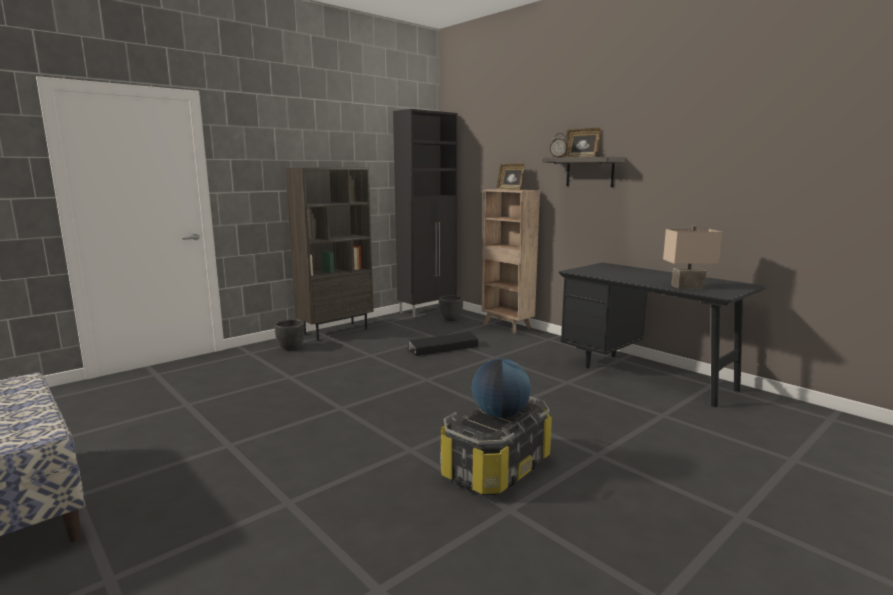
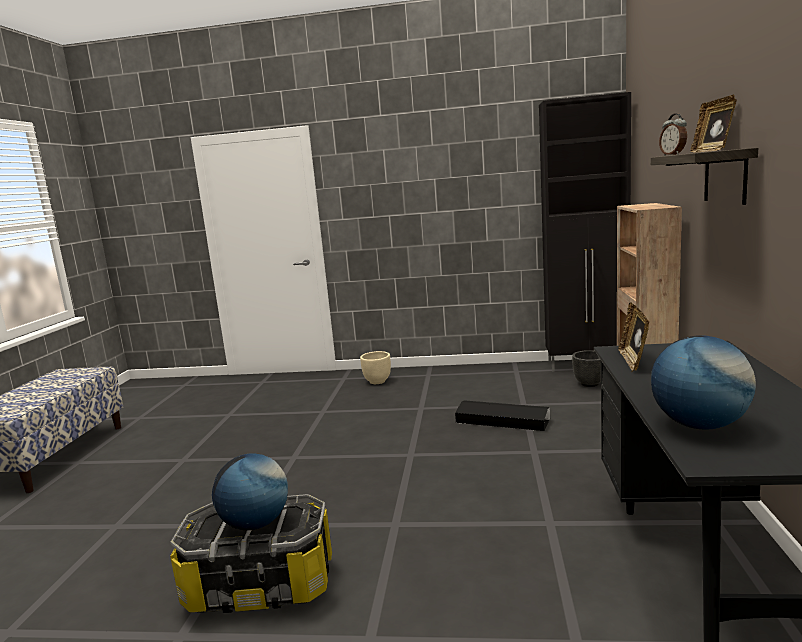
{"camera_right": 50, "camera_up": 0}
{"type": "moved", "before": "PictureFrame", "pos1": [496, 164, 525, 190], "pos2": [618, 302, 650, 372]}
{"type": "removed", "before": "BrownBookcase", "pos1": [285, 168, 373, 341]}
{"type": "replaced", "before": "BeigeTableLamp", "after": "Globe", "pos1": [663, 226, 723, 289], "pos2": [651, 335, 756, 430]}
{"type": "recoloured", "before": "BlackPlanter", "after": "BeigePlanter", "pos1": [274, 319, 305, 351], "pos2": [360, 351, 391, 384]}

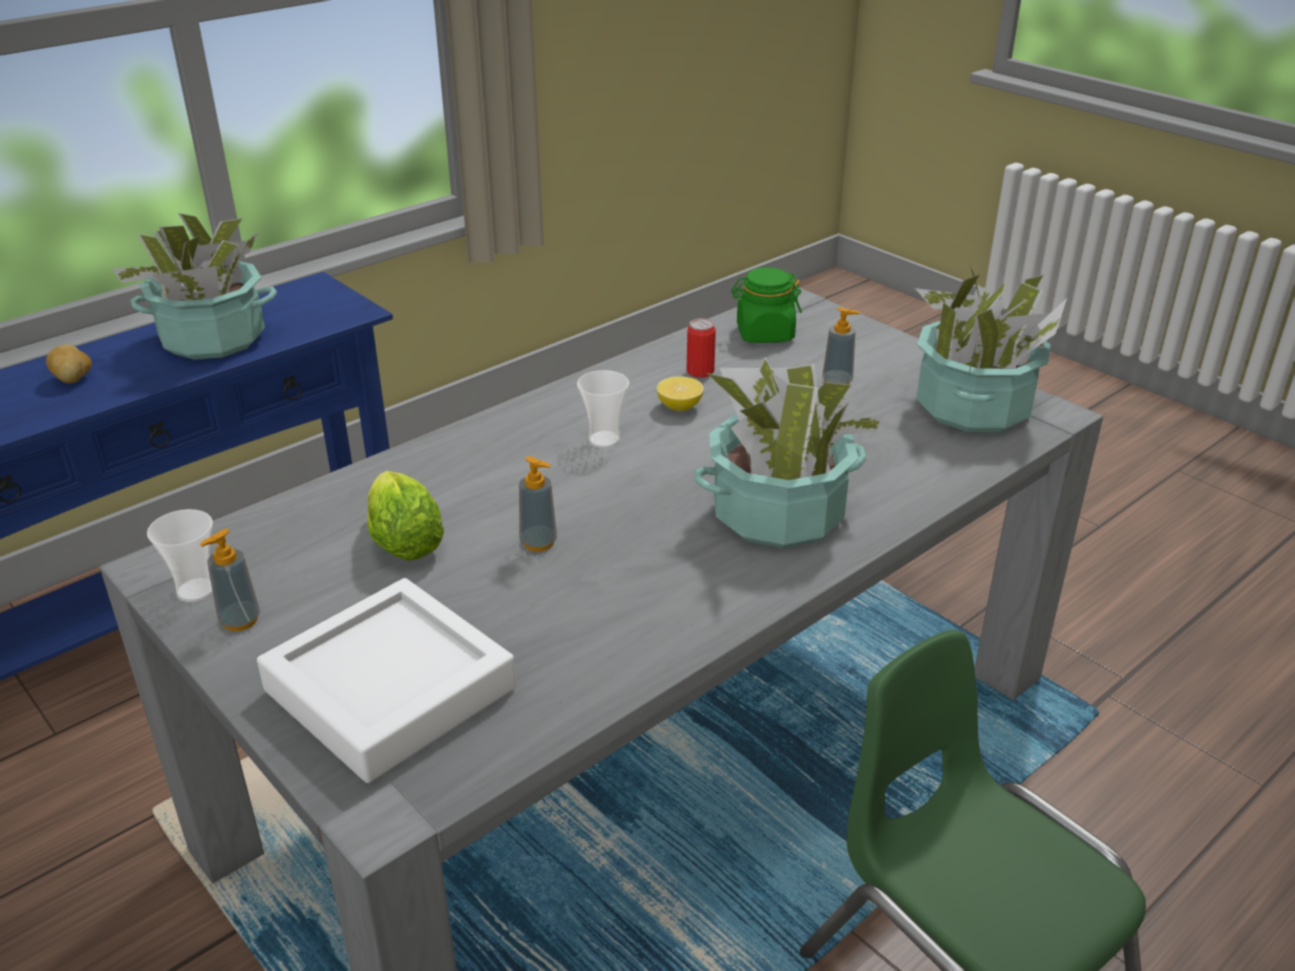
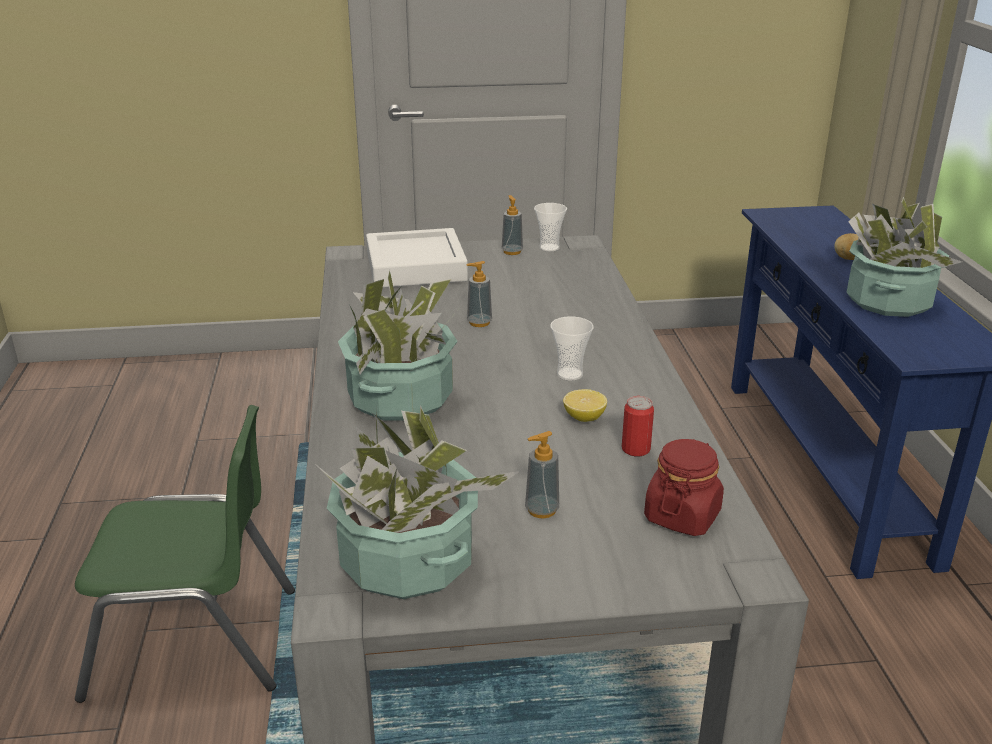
{"camera_right": 125, "camera_up": -5}
{"type": "recoloured", "before": "GreenJar", "after": "RedJar", "pos1": [731, 267, 802, 343], "pos2": [644, 439, 724, 536]}
{"type": "removed", "before": "Lettuce", "pos1": [367, 471, 444, 561]}

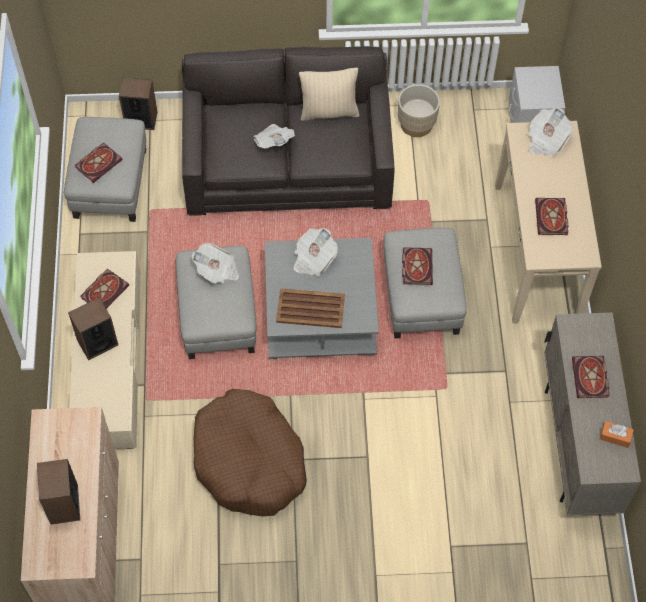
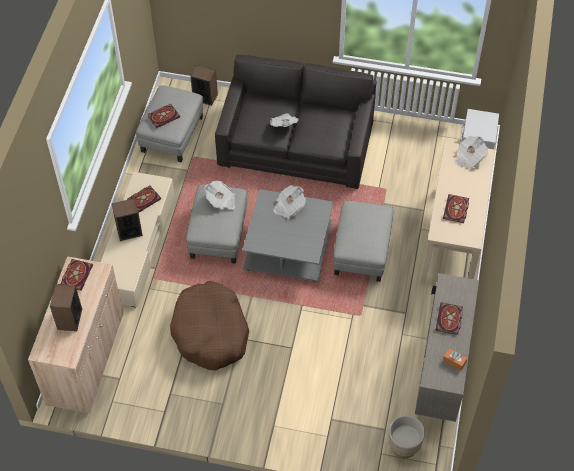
{"camera_right": 15, "camera_up": -5}
{"type": "removed", "before": "BeigePillow", "pos1": [299, 68, 360, 121]}
{"type": "moved", "before": "BeigePlanter", "pos1": [398, 84, 440, 137], "pos2": [388, 415, 425, 458]}
{"type": "moved", "before": "Book", "pos1": [402, 247, 433, 285], "pos2": [60, 259, 93, 291]}
{"type": "removed", "before": "BrownTray", "pos1": [276, 288, 345, 328]}

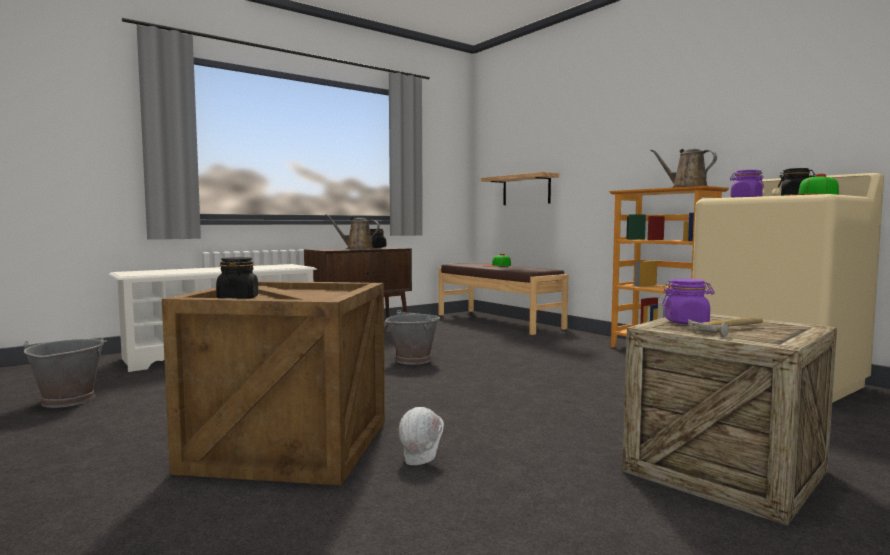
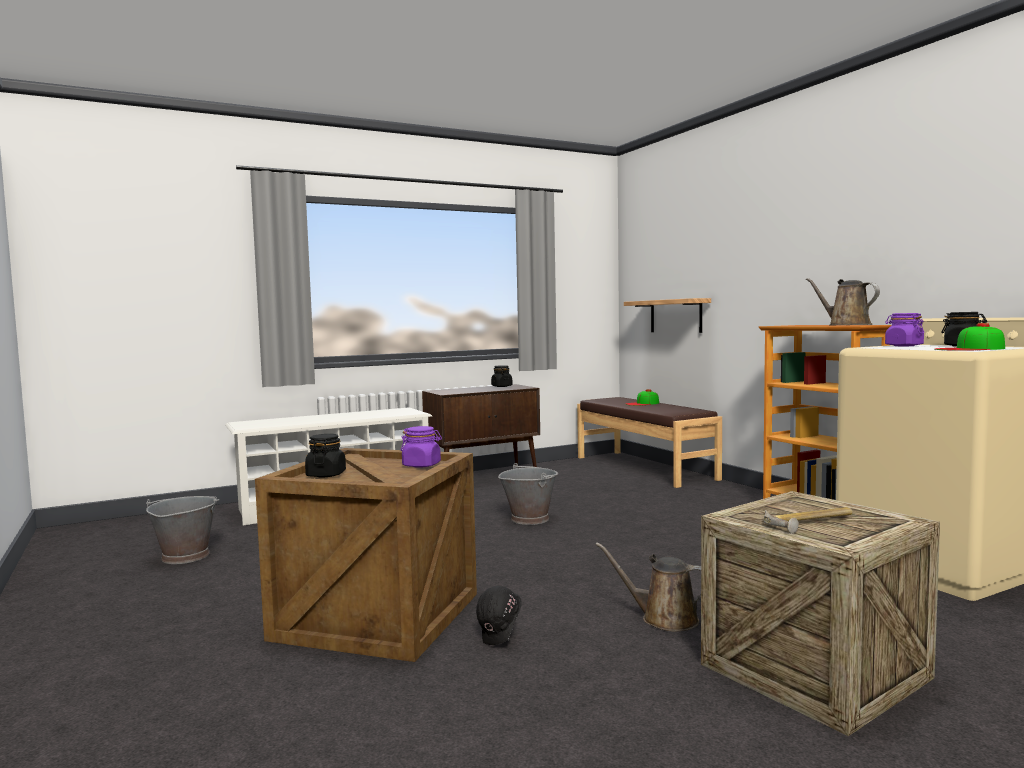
{"camera_right": 10, "camera_up": 0}
{"type": "moved", "before": "BrownWateringCan", "pos1": [325, 214, 380, 249], "pos2": [595, 542, 701, 631]}
{"type": "moved", "before": "PurpleJar", "pos1": [662, 279, 715, 324], "pos2": [401, 426, 442, 468]}
{"type": "recoloured", "before": "WhiteHardHat", "after": "BlackHardHat", "pos1": [399, 407, 444, 465], "pos2": [476, 586, 522, 645]}

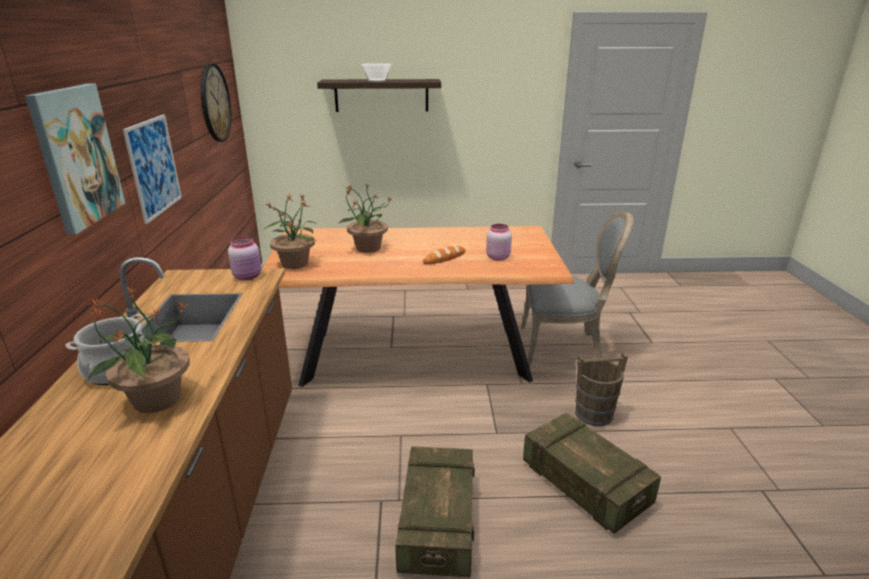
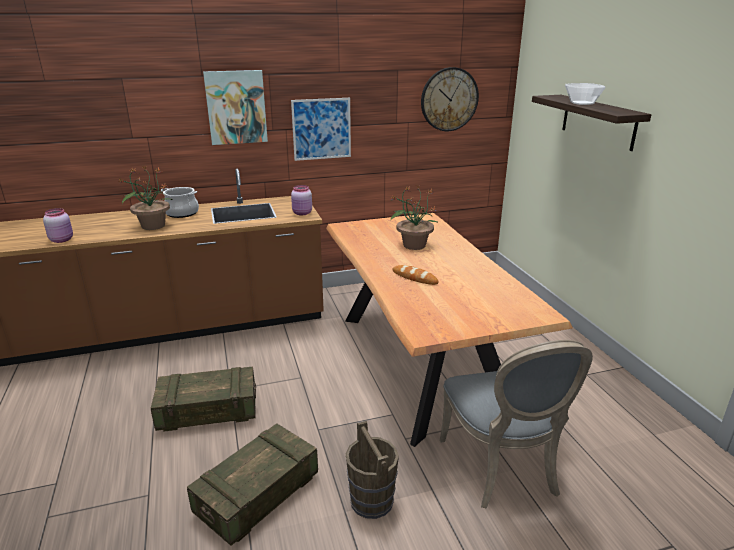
{"camera_right": 75, "camera_up": 0}
{"type": "removed", "before": "PottedPlant", "pos1": [264, 193, 316, 269]}
{"type": "moved", "before": "PinkJar", "pos1": [486, 224, 512, 261], "pos2": [43, 208, 73, 243]}

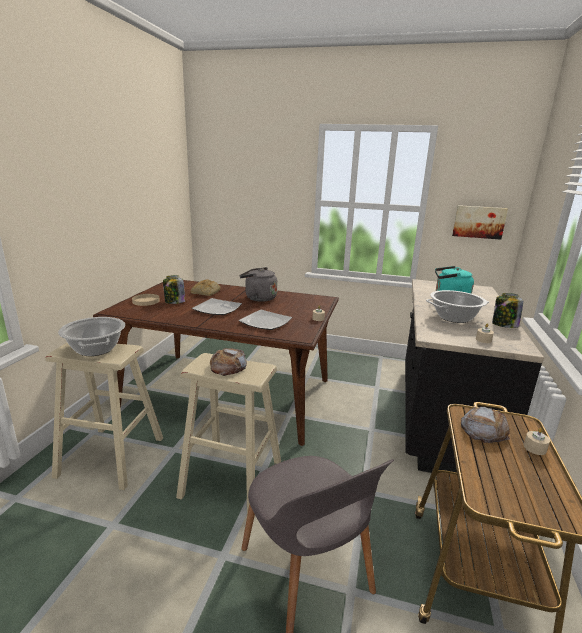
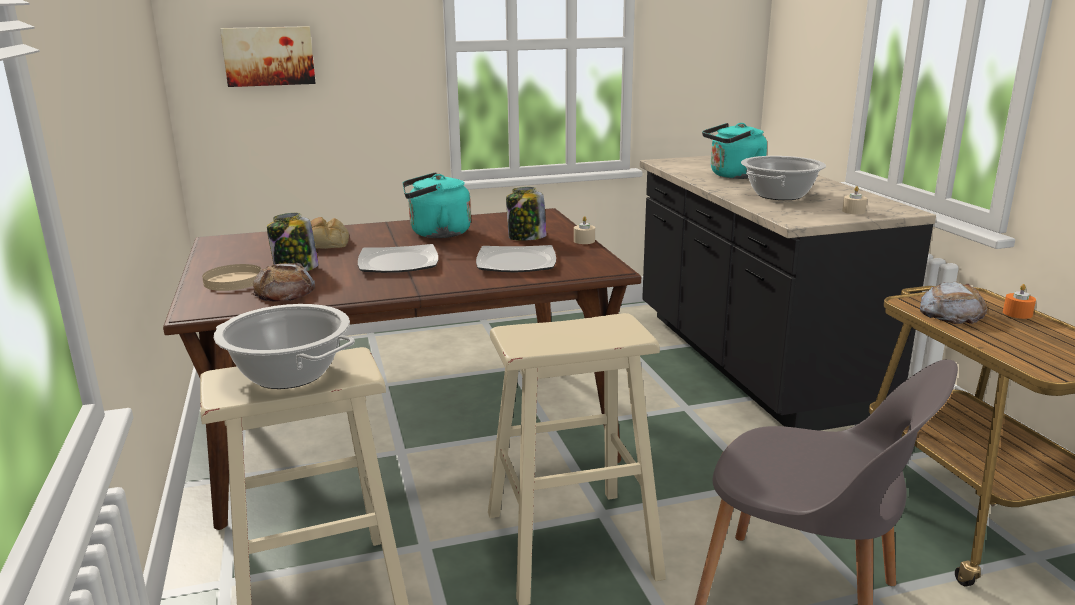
{"camera_right": -30, "camera_up": 0}
{"type": "moved", "before": "Picture", "pos1": [452, 205, 508, 240], "pos2": [220, 26, 316, 87]}
{"type": "recoloured", "before": "GreyKettle", "after": "TurquoiseKettle", "pos1": [240, 267, 277, 302], "pos2": [402, 172, 471, 238]}
{"type": "moved", "before": "Jar", "pos1": [492, 293, 523, 328], "pos2": [506, 187, 547, 241]}
{"type": "moved", "before": "Bread", "pos1": [210, 348, 247, 376], "pos2": [251, 263, 315, 302]}
{"type": "recoloured", "before": "BeigeCandle", "after": "OrangeCandle", "pos1": [524, 428, 550, 455], "pos2": [1003, 284, 1036, 319]}

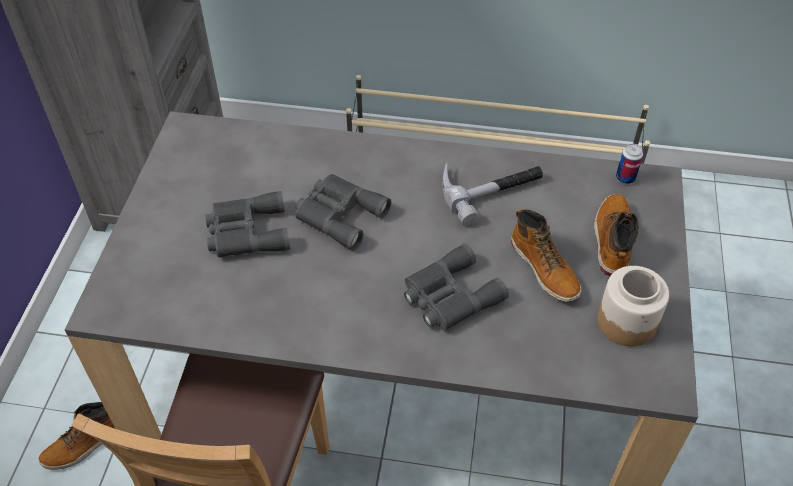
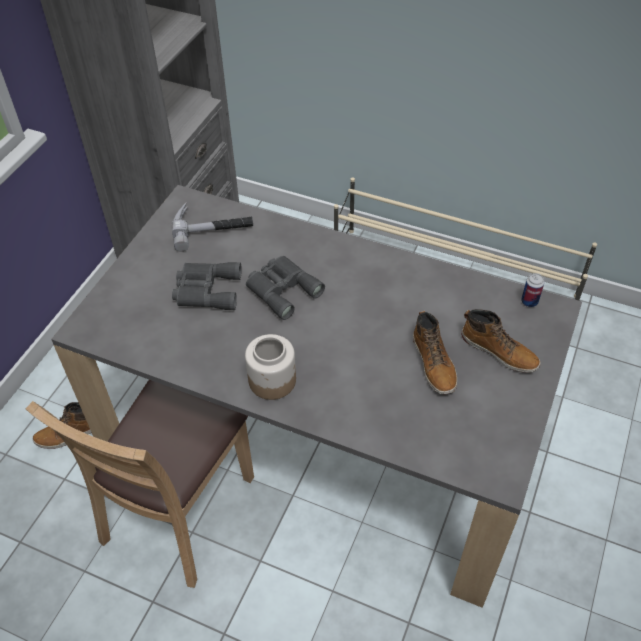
{"camera_right": 15, "camera_up": 0}
{"type": "moved", "before": "Hammer", "pos1": [442, 162, 543, 226], "pos2": [172, 202, 253, 252]}
{"type": "turned", "before": "Boot", "pos1": [594, 194, 639, 276], "pos2": [461, 309, 541, 373], "turn": 105}
{"type": "removed", "before": "GreyBinoculars", "pos1": [404, 244, 509, 331]}
{"type": "moved", "before": "Jar", "pos1": [598, 266, 669, 347], "pos2": [245, 334, 296, 400]}

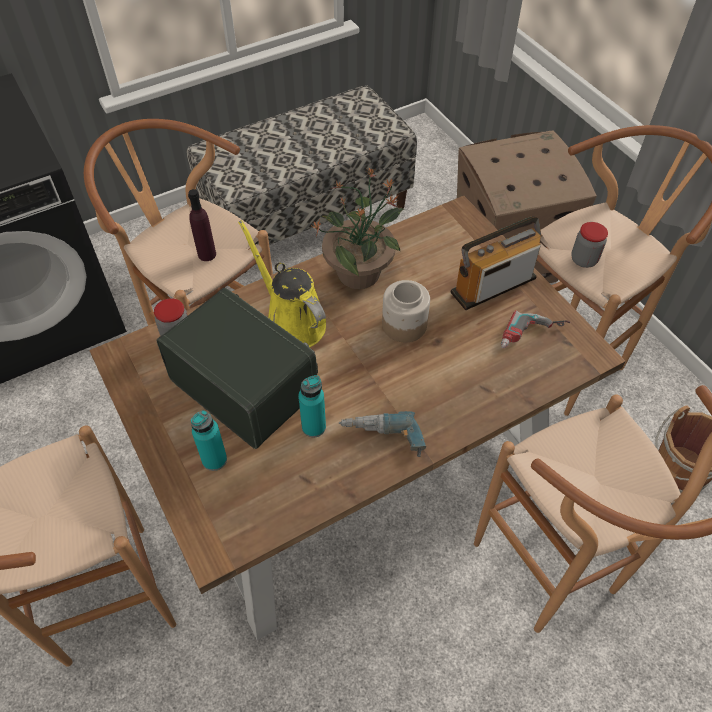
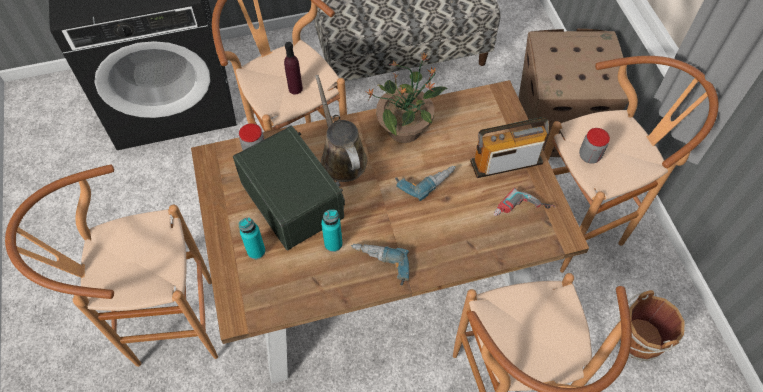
{"camera_right": 15, "camera_up": 5}
{"type": "recoloured", "before": "YellowWateringCan", "after": "BrownWateringCan", "pos1": [238, 220, 326, 347], "pos2": [315, 75, 367, 182]}
{"type": "replaced", "before": "Jar", "after": "PowerDrill", "pos1": [382, 280, 430, 342], "pos2": [395, 166, 456, 201]}

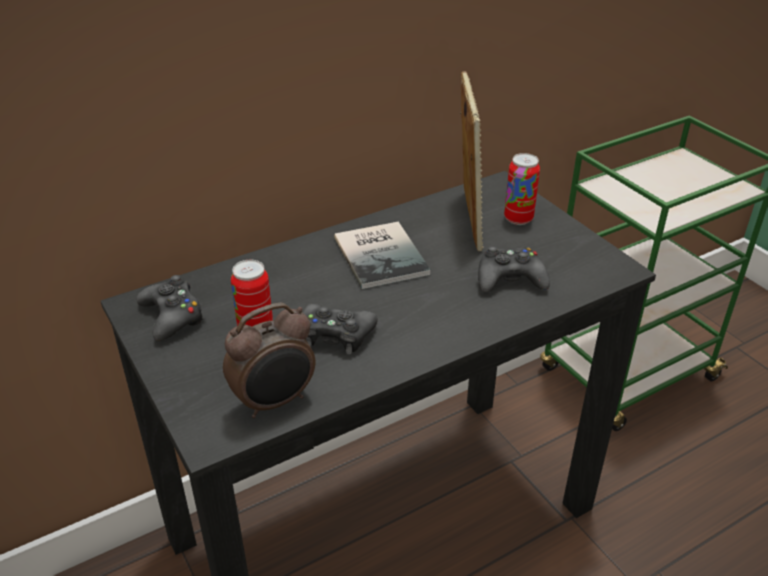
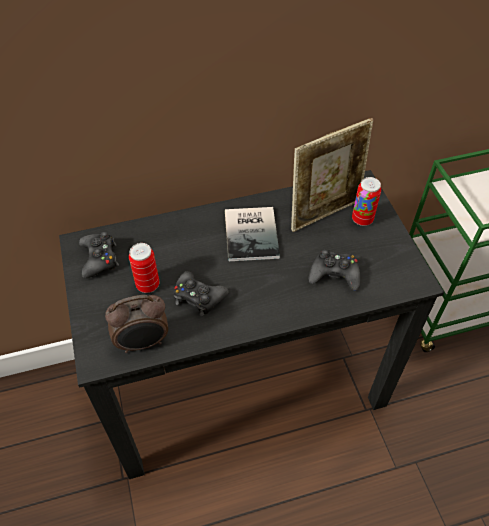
{"camera_right": 15, "camera_up": 15}
{"type": "turned", "before": "PictureFrame", "pos1": [460, 71, 483, 251], "pos2": [291, 118, 373, 232], "turn": 45}

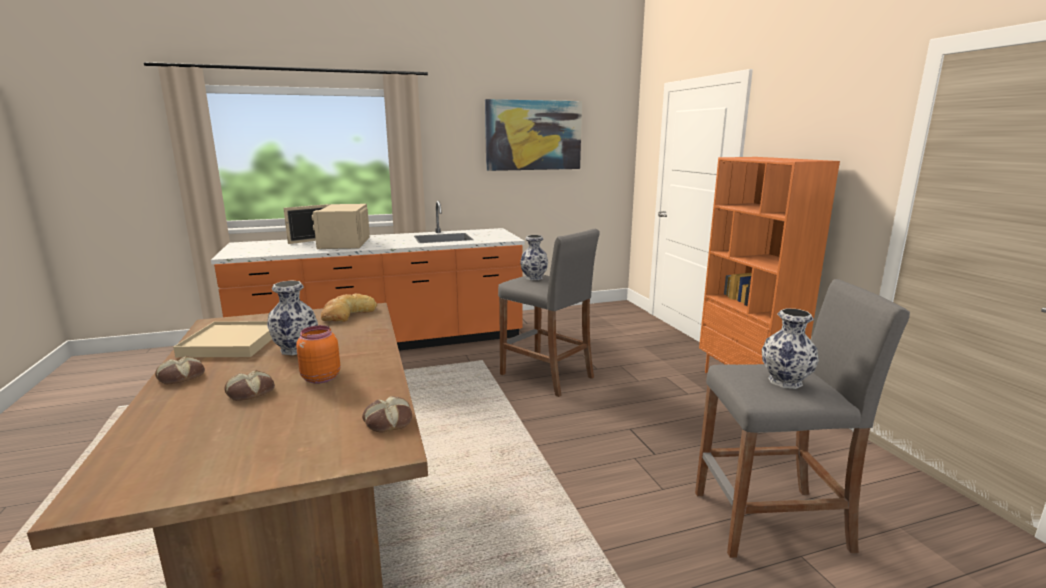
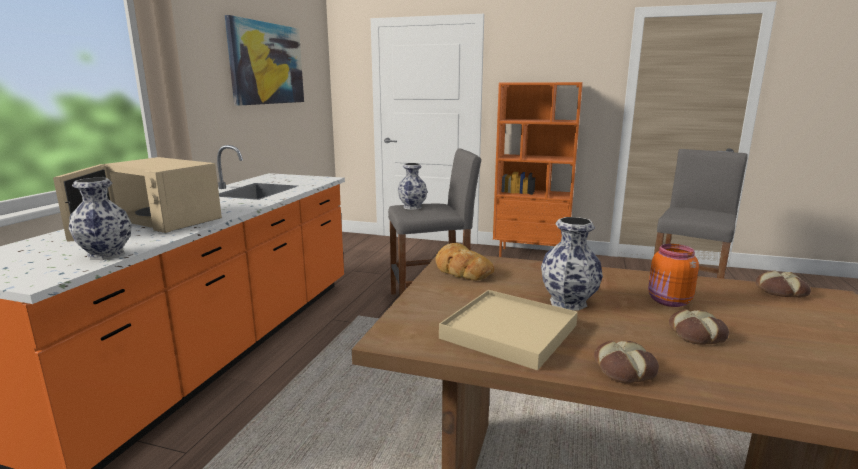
{"camera_right": -55, "camera_up": 0}
{"type": "moved", "before": "Vase", "pos1": [762, 308, 819, 389], "pos2": [69, 178, 132, 260]}

